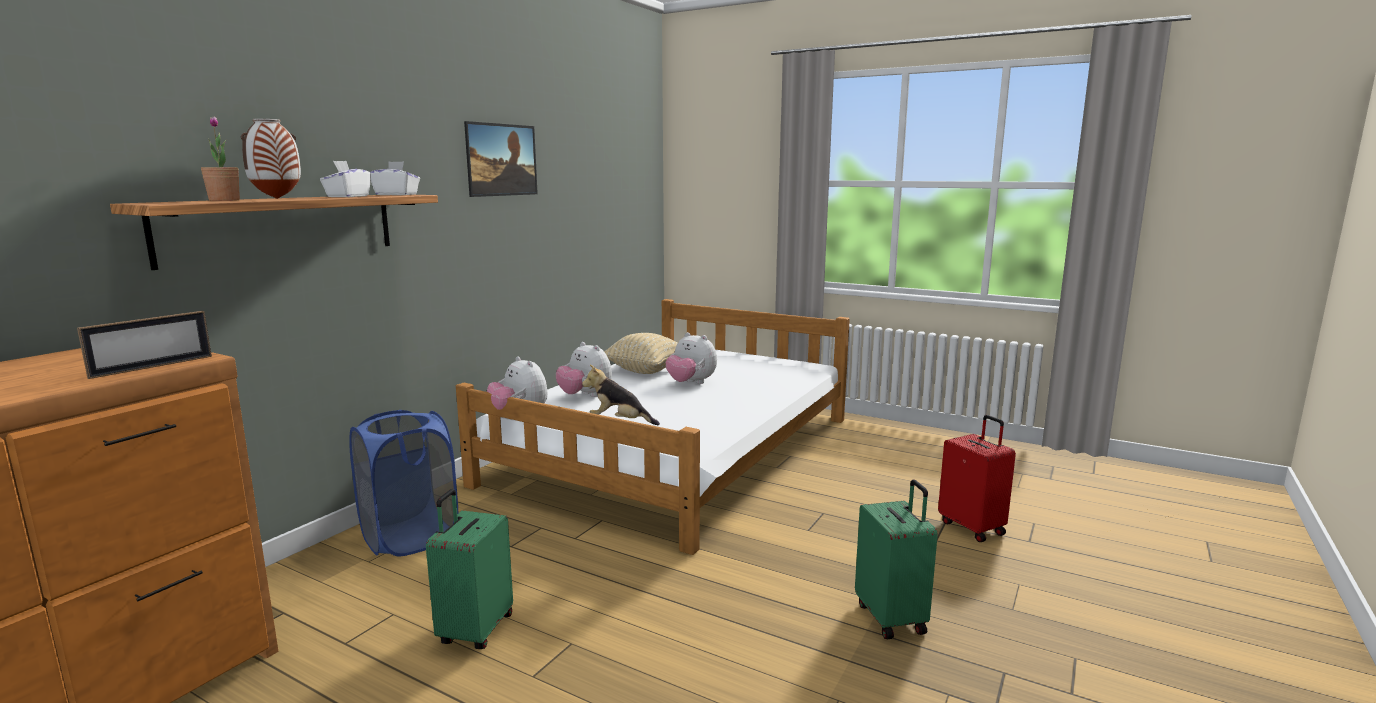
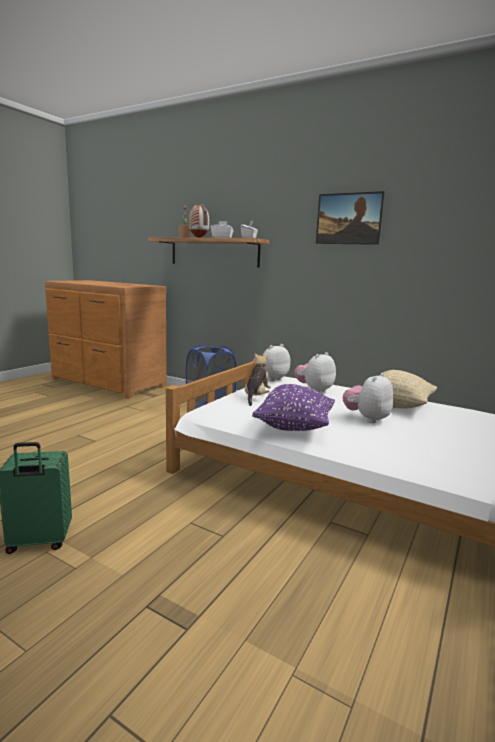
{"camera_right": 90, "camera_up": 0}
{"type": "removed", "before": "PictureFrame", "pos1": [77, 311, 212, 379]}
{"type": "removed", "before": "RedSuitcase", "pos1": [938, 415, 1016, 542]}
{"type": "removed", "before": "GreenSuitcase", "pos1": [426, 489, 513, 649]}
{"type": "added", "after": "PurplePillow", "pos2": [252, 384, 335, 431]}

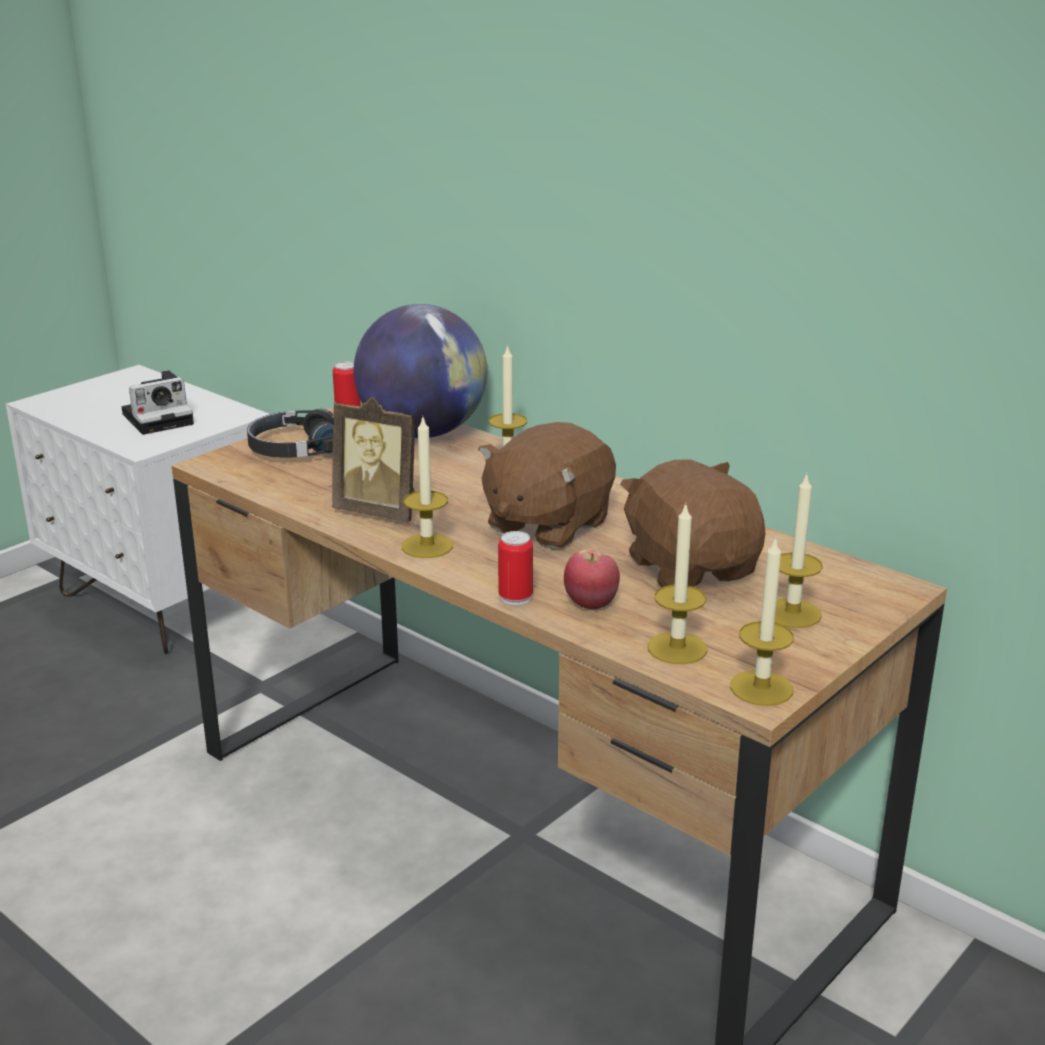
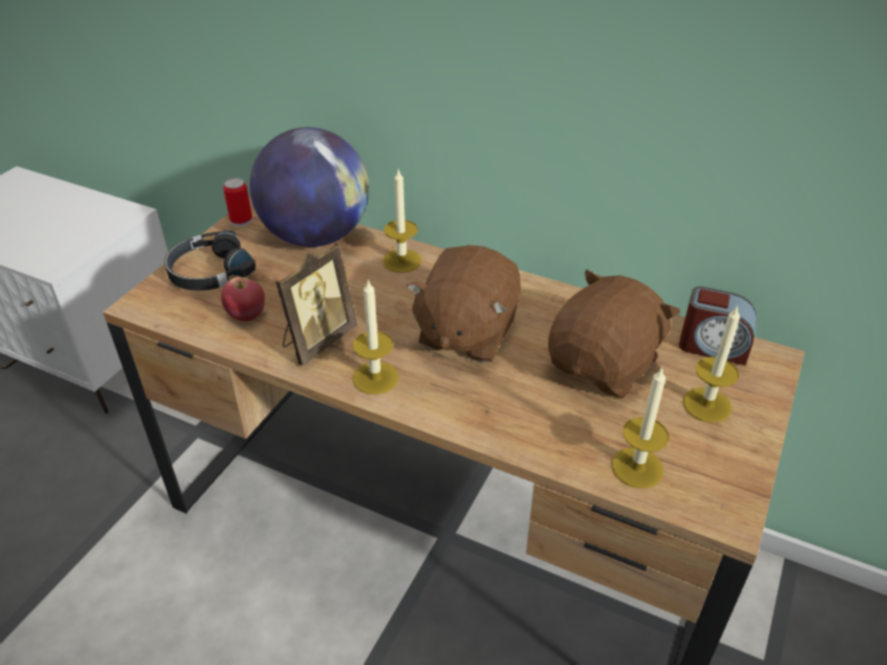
{"camera_right": -15, "camera_up": 15}
{"type": "removed", "before": "PhotoCamera", "pos1": [122, 370, 194, 435]}
{"type": "turned", "before": "PictureFrame", "pos1": [332, 397, 415, 522], "pos2": [276, 243, 357, 366], "turn": -60}
{"type": "turned", "before": "BrownPlushToy", "pos1": [620, 459, 766, 587], "pos2": [548, 270, 681, 398], "turn": 75}
{"type": "removed", "before": "Can", "pos1": [498, 531, 533, 605]}
{"type": "removed", "before": "Candle", "pos1": [730, 536, 794, 706]}
{"type": "moved", "before": "Apple", "pos1": [564, 549, 620, 609], "pos2": [221, 277, 265, 321]}
{"type": "added", "after": "AlarmClock", "pos2": [679, 286, 756, 365]}

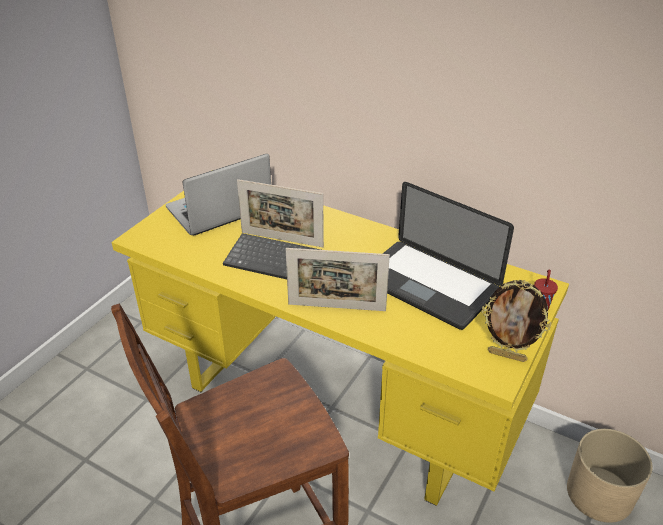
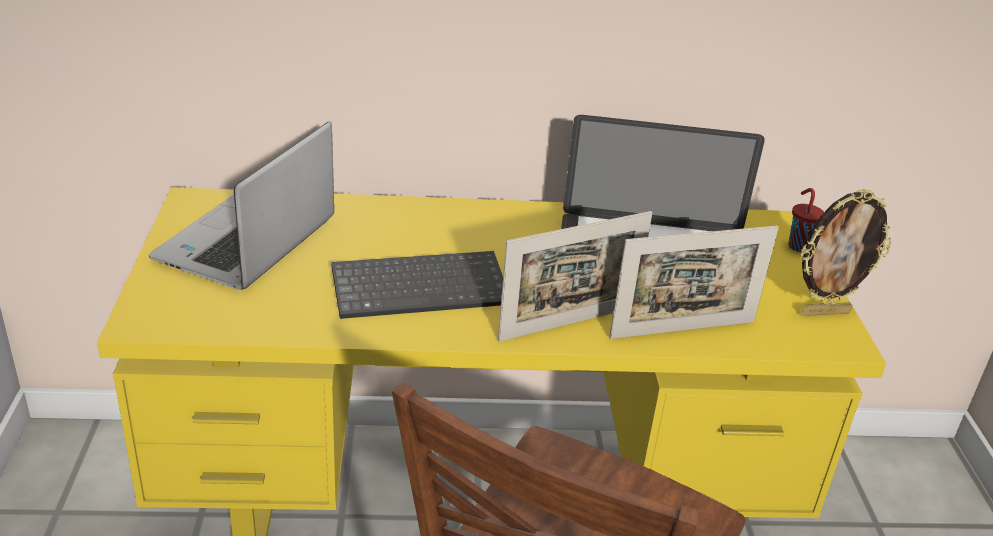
{"camera_right": -35, "camera_up": -5}
{"type": "moved", "before": "PictureFrame", "pos1": [237, 179, 324, 247], "pos2": [609, 226, 779, 339]}
{"type": "removed", "before": "BeigePlanter", "pos1": [567, 429, 652, 523]}

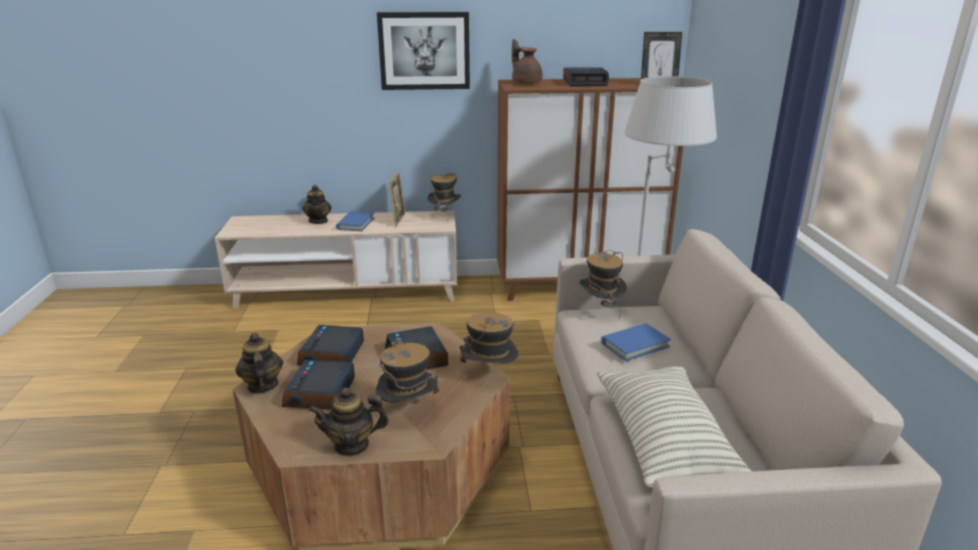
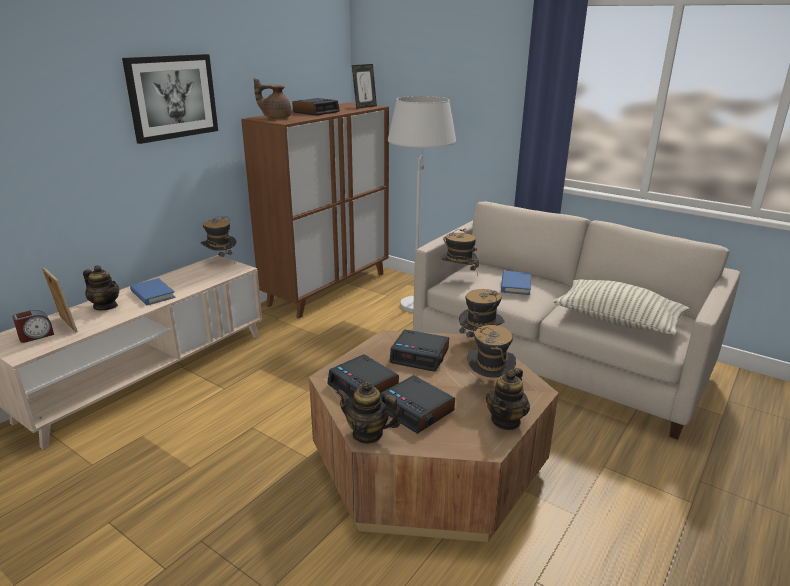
{"camera_right": -50, "camera_up": 0}
{"type": "moved", "before": "PictureFrame", "pos1": [389, 172, 405, 226], "pos2": [42, 267, 78, 332]}
{"type": "added", "after": "AlarmClock", "pos2": [12, 310, 54, 343]}

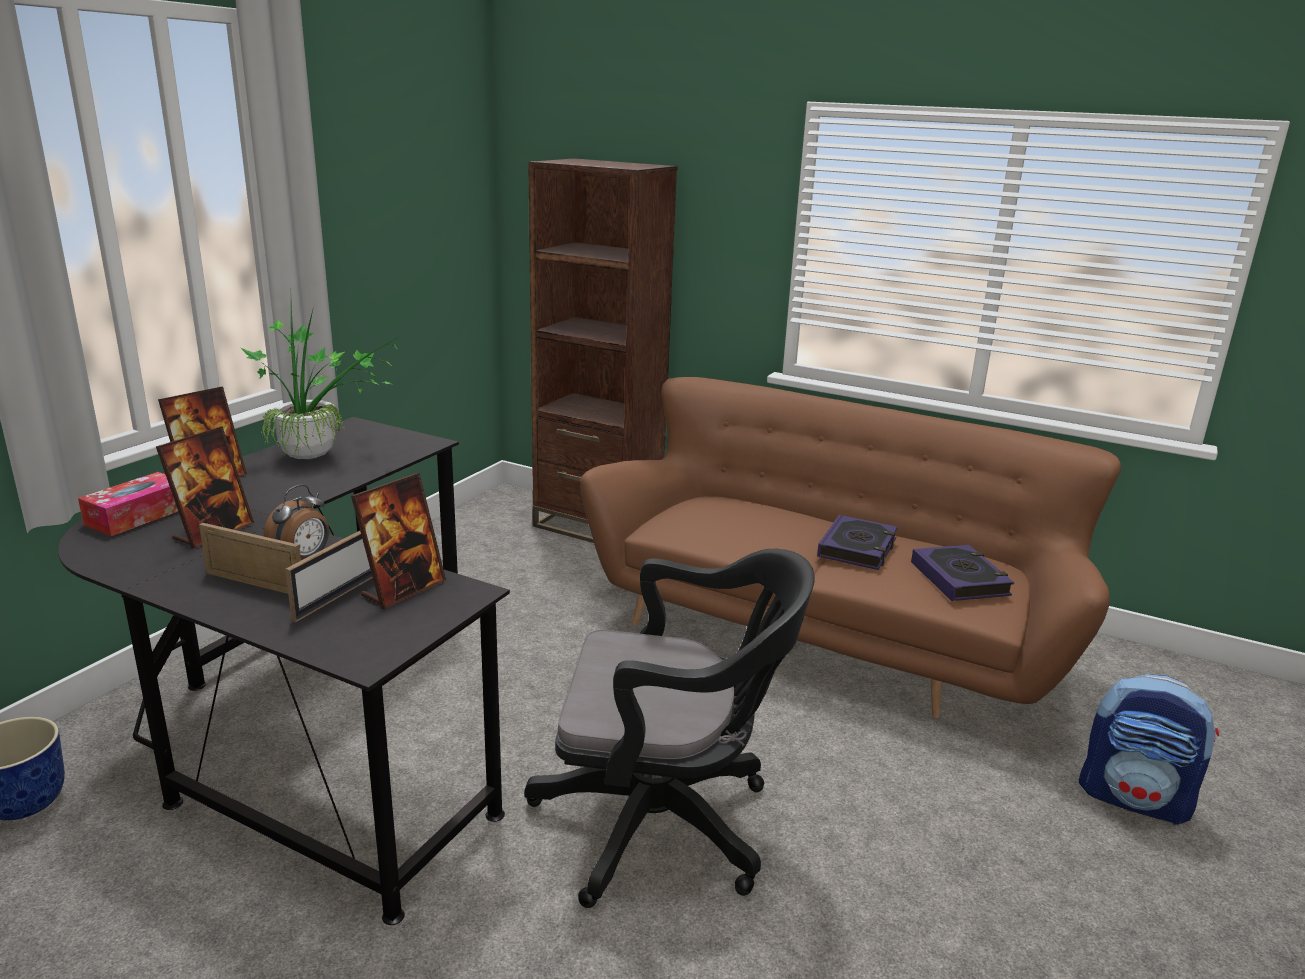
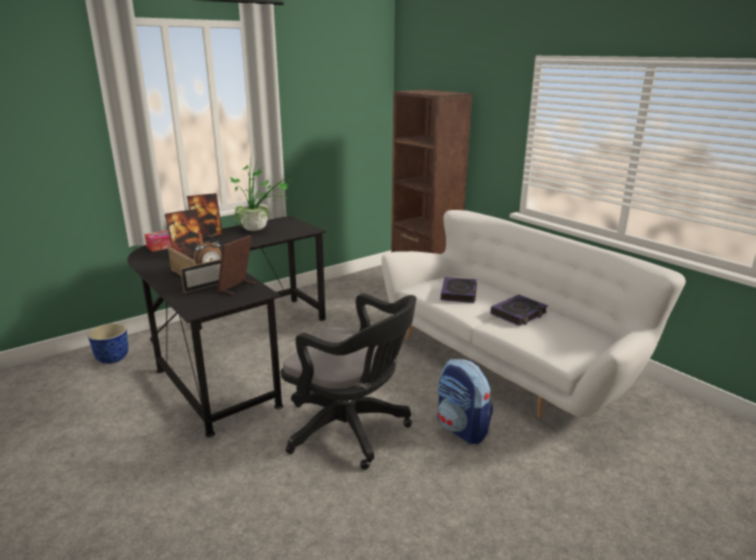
{"camera_right": 25, "camera_up": 0}
{"type": "recoloured", "before": "BrownSofa", "after": "WhiteSofa", "pos1": [580, 377, 1122, 718], "pos2": [382, 210, 686, 418]}
{"type": "turned", "before": "PictureFrame", "pos1": [351, 473, 446, 609], "pos2": [217, 235, 256, 295], "turn": 150}
{"type": "moved", "before": "Book", "pos1": [911, 545, 1014, 601], "pos2": [441, 277, 477, 303]}
{"type": "moved", "before": "Backpack", "pos1": [1079, 674, 1219, 825], "pos2": [437, 359, 493, 444]}

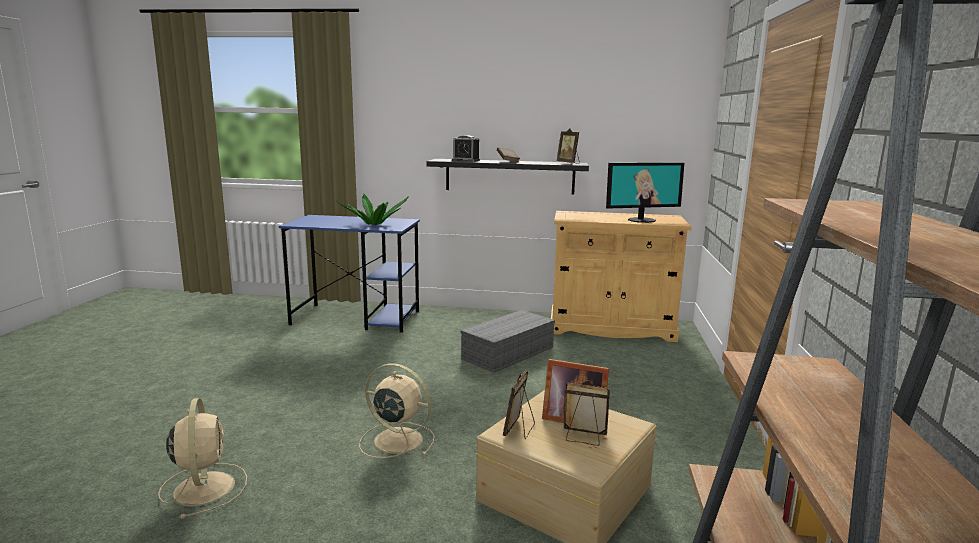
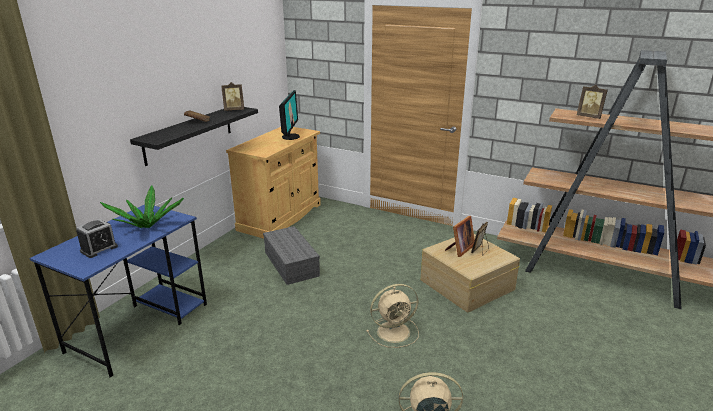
{"camera_right": -70, "camera_up": 10}
{"type": "moved", "before": "AlarmClock", "pos1": [452, 135, 480, 162], "pos2": [76, 219, 118, 258]}
{"type": "turned", "before": "BeigeFan", "pos1": [359, 363, 435, 458], "pos2": [366, 284, 419, 348], "turn": -150}
{"type": "moved", "before": "PictureFrame", "pos1": [503, 371, 535, 439], "pos2": [577, 85, 608, 119]}

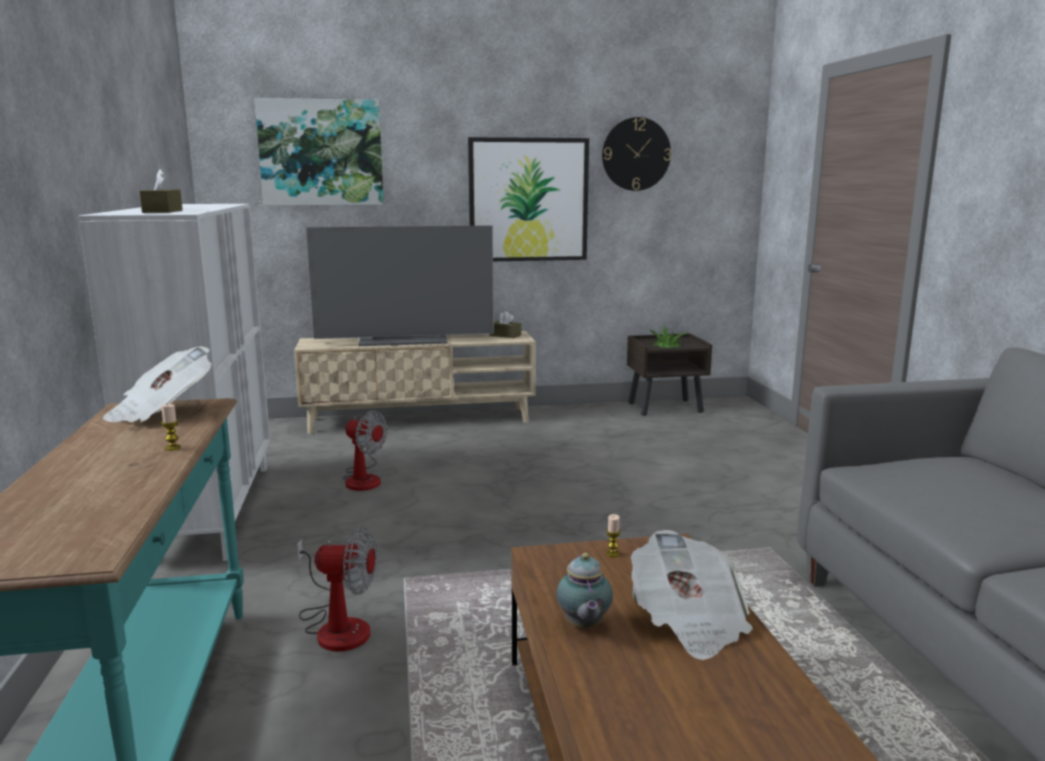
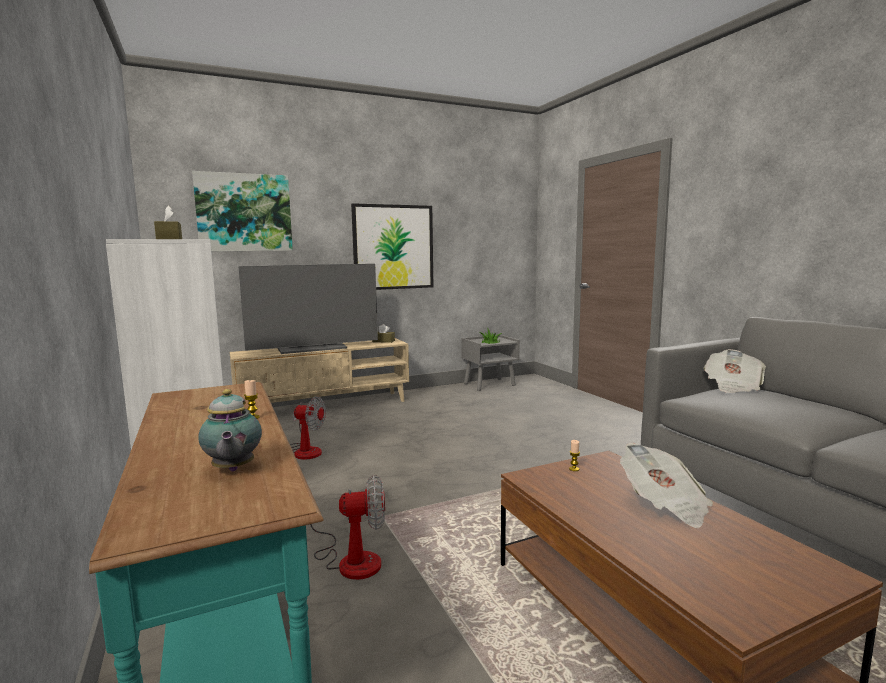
{"camera_right": -15, "camera_up": -5}
{"type": "removed", "before": "WallClock", "pos1": [602, 117, 671, 191]}
{"type": "recoloured", "before": "BrownNightstand", "after": "GreyNightstand", "pos1": [627, 334, 712, 416], "pos2": [461, 335, 520, 391]}
{"type": "moved", "before": "Newspaper", "pos1": [103, 346, 212, 422], "pos2": [704, 349, 766, 393]}
{"type": "moved", "before": "Teapot", "pos1": [557, 553, 613, 629], "pos2": [198, 389, 262, 471]}

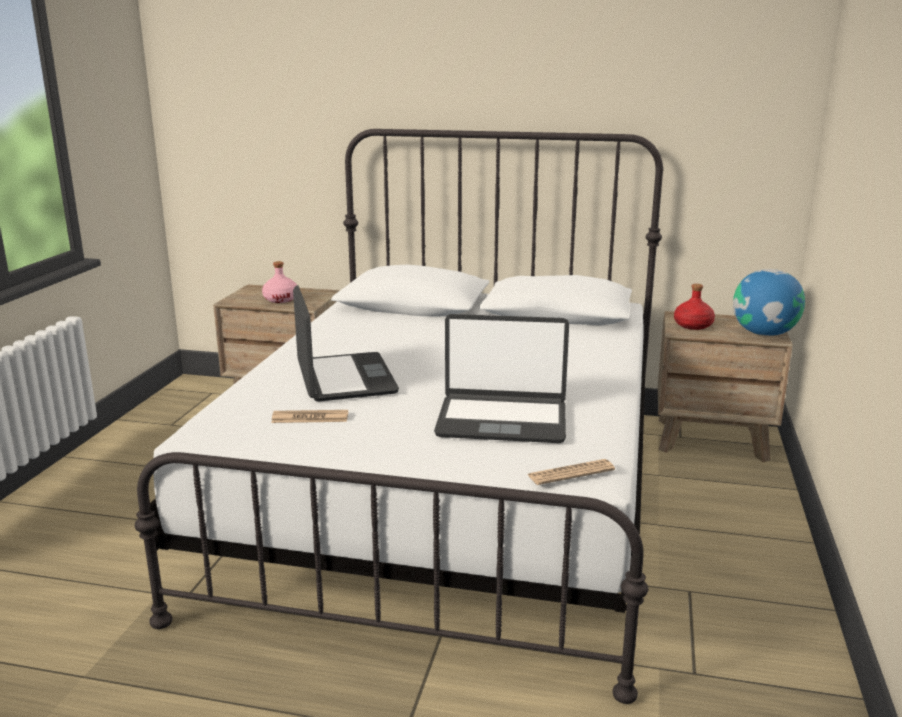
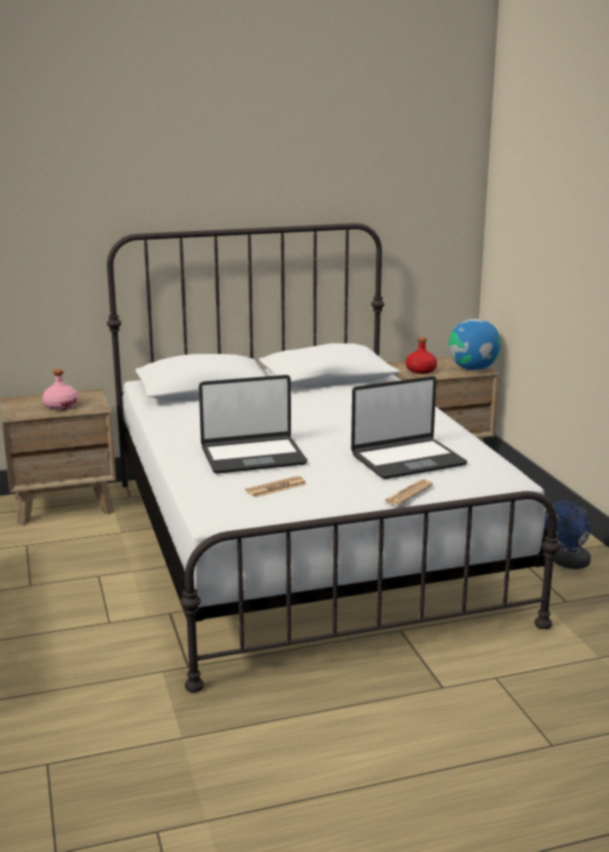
{"camera_right": -30, "camera_up": 0}
{"type": "turned", "before": "Laptop", "pos1": [293, 285, 399, 402], "pos2": [199, 375, 307, 474], "turn": 120}
{"type": "moved", "before": "Newspaper", "pos1": [527, 459, 615, 485], "pos2": [384, 479, 433, 505]}
{"type": "added", "after": "BlueFan", "pos2": [544, 501, 591, 569]}

